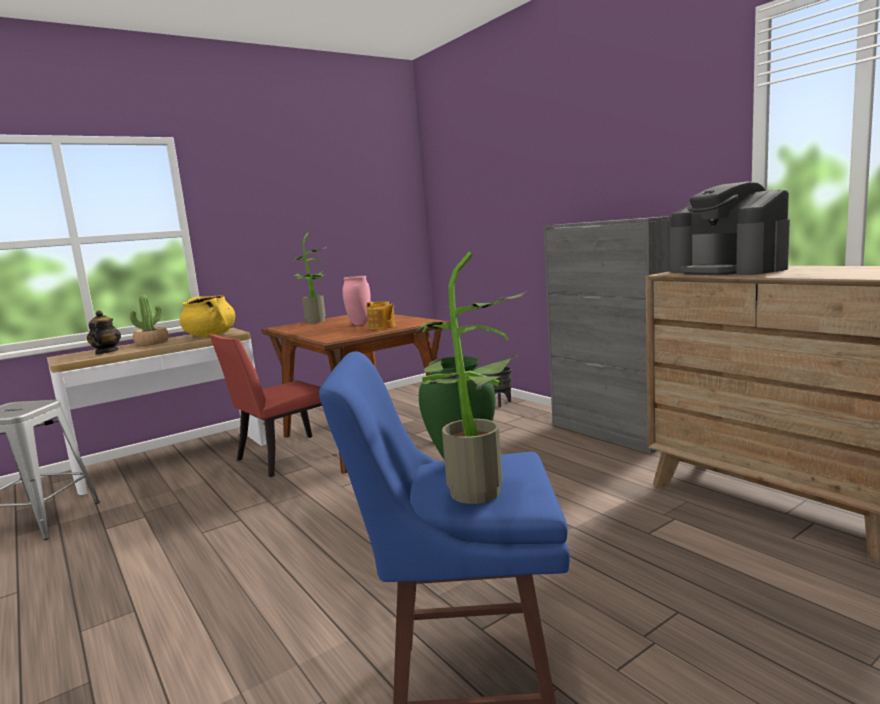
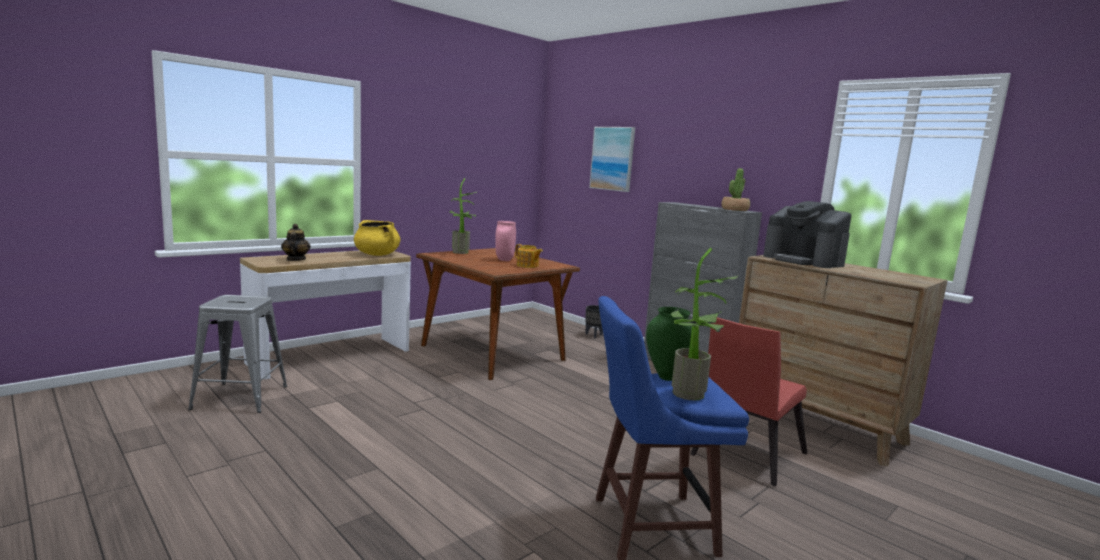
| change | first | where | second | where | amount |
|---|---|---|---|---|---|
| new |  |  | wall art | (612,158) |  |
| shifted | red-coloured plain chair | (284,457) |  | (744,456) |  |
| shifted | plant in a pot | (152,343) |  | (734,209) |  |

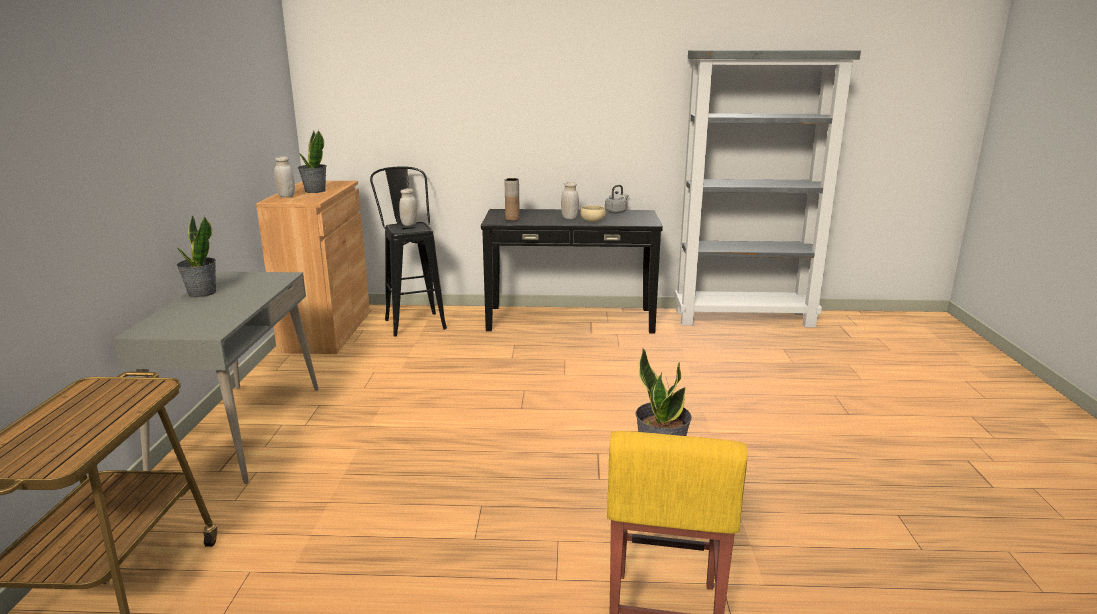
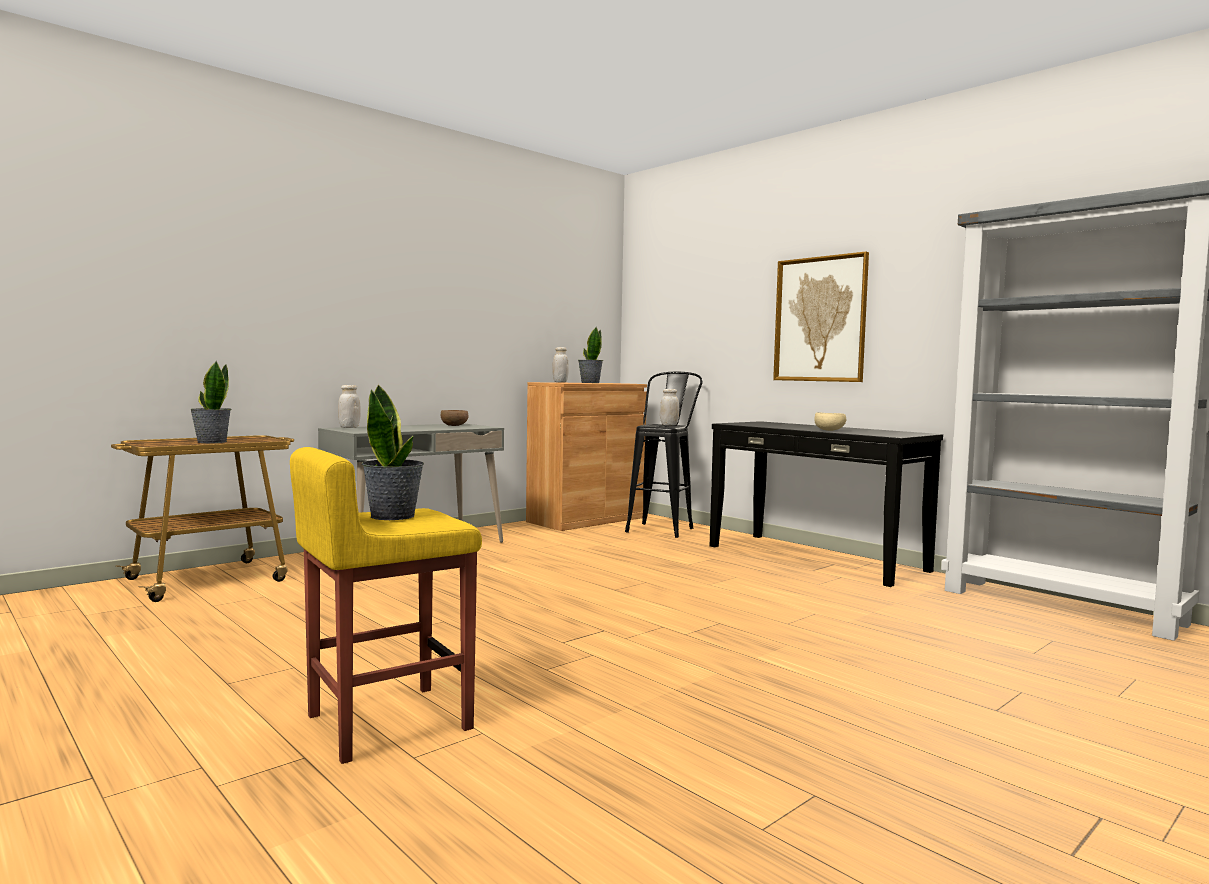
| change | first | where | second | where | amount |
|---|---|---|---|---|---|
| shifted | plant in a pot | (201,293) |  | (211,442) |  |
| shifted | white-coloured preserve jar | (569,218) |  | (349,427) |  |
| new |  |  | brownish serving bowl | (454,425) |  |
| new |  |  | wall art | (820,319) |  |
| gone | brownish flower vase | (512,219) |  |  |  |
| gone | grey kettle | (616,212) |  |  |  |

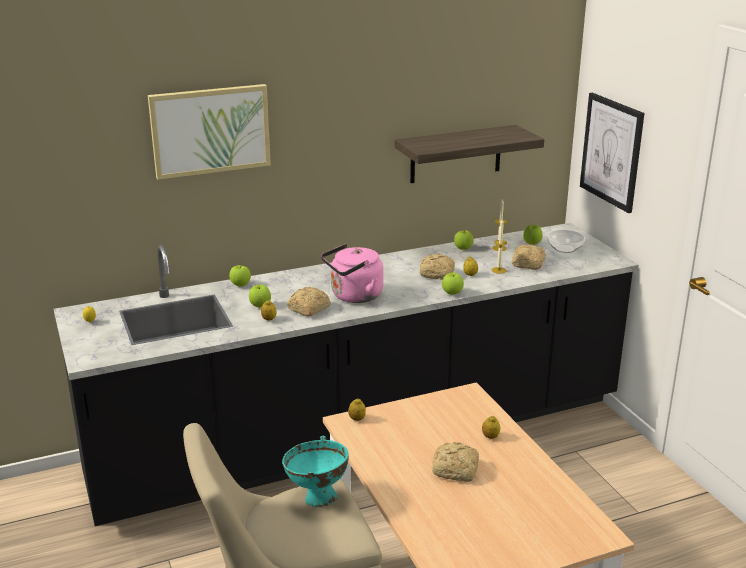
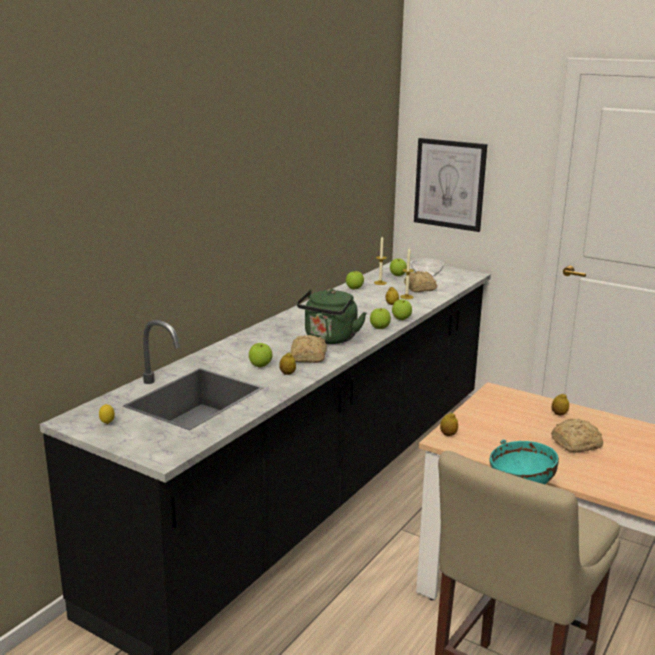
| change | first | where | second | where | amount |
|---|---|---|---|---|---|
| repainted | pink-coloured kettle | (354,296) | greenish kettle | (329,339) |  |
| shifted | apple | (240,285) |  | (379,328) |  |
| gone | wall art | (210,130) |  |  |  |
| gone | shelf | (456,154) |  |  |  |
| gone | baked bread | (438,274) |  |  |  |

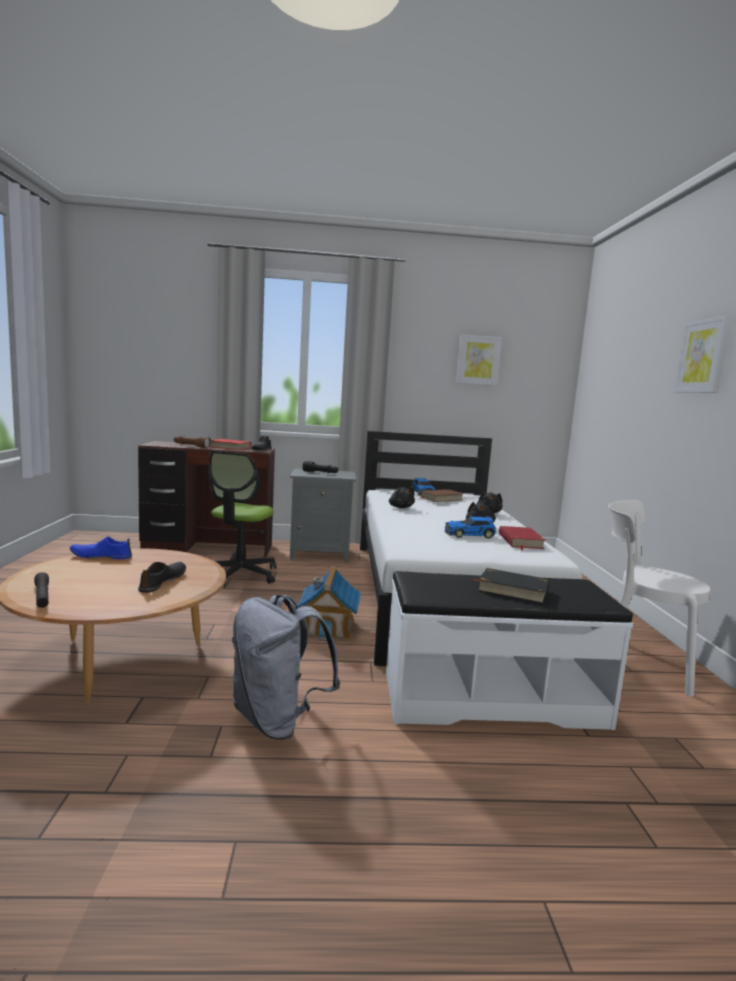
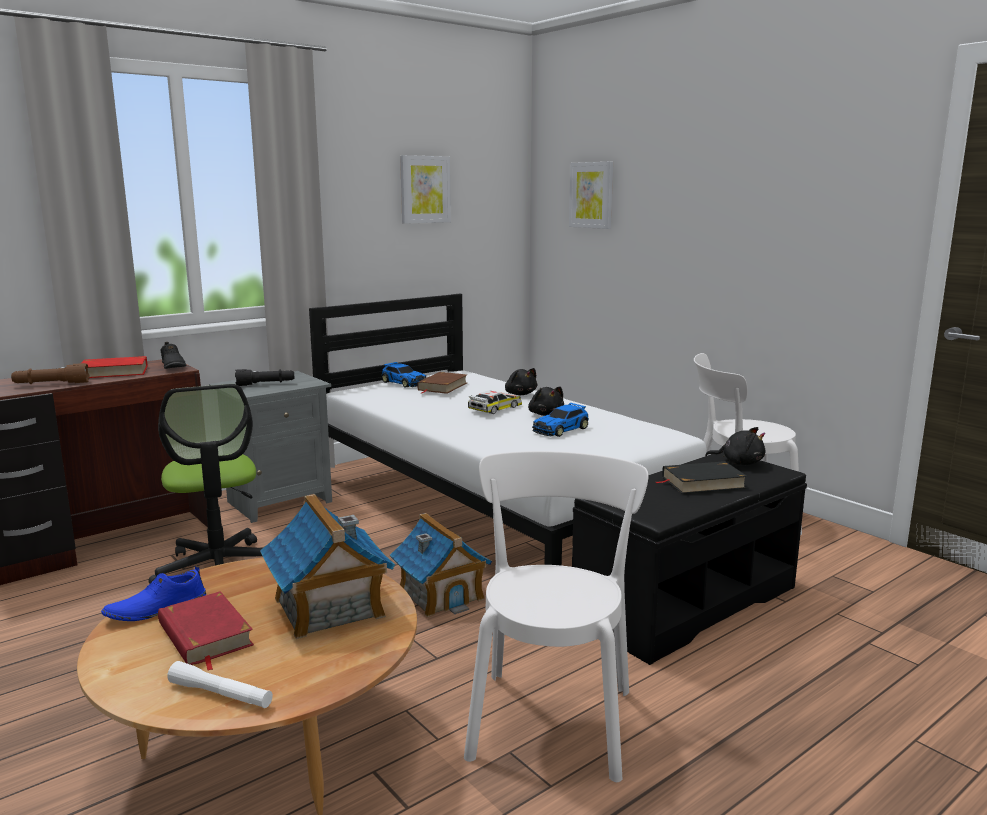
| change | first | where | second | where | amount |
|---|---|---|---|---|---|
| shifted | red-coloured bound book | (520,541) |  | (204,635) |  |
| repainted | black flashlight | (42,596) | white-coloured flashlight | (221,694) |  |
| swapped | black item of footwear | (163,581) | toy house | (328,608) |  |
| swapped | grey backpack | (277,720) | white-coloured plain chair | (552,716) |  |
| new |  |  | miniature car | (495,408) |  |
| shifted | wall art | (703,356) |  | (592,195) |  |
| repainted | white-coloured bench | (492,698) | black bench | (685,602) |  |
| shifted | black plush toy | (400,507) |  | (739,463) |  |

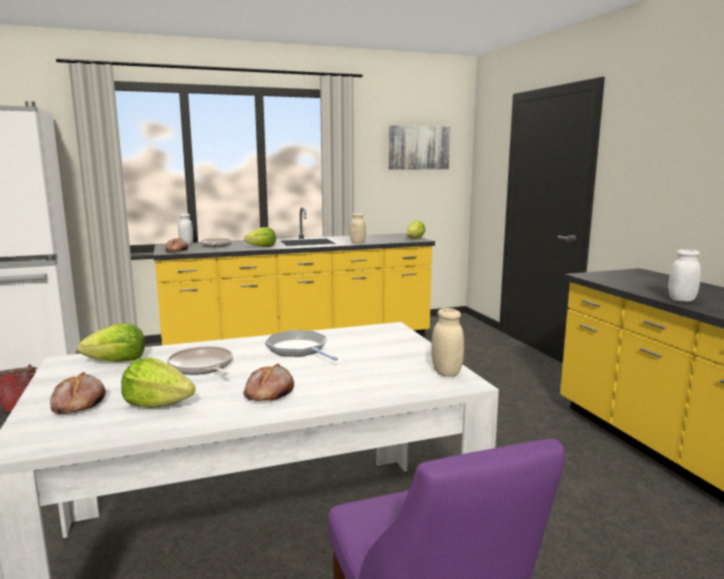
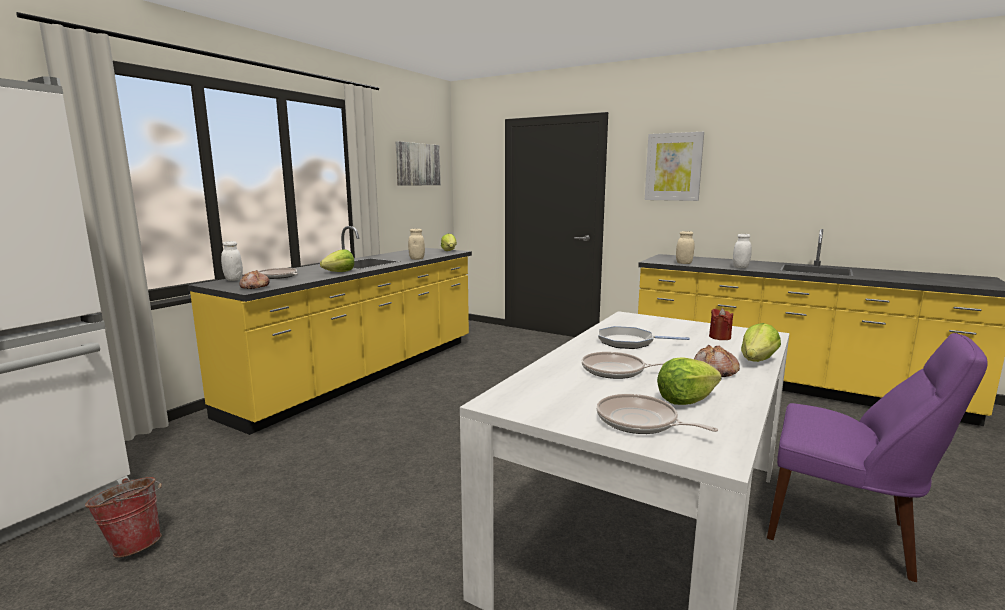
| change | first | where | second | where | amount |
|---|---|---|---|---|---|
| swapped | baked bread | (78,404) | pan | (640,422) |  |
| new |  |  | wall art | (673,167) |  |
| shifted | sand-coloured preserve jar | (446,372) |  | (684,263) |  |
| new |  |  | red-coloured wax light | (719,337) |  |
| shifted | lettuce head | (117,361) |  | (757,361) |  |

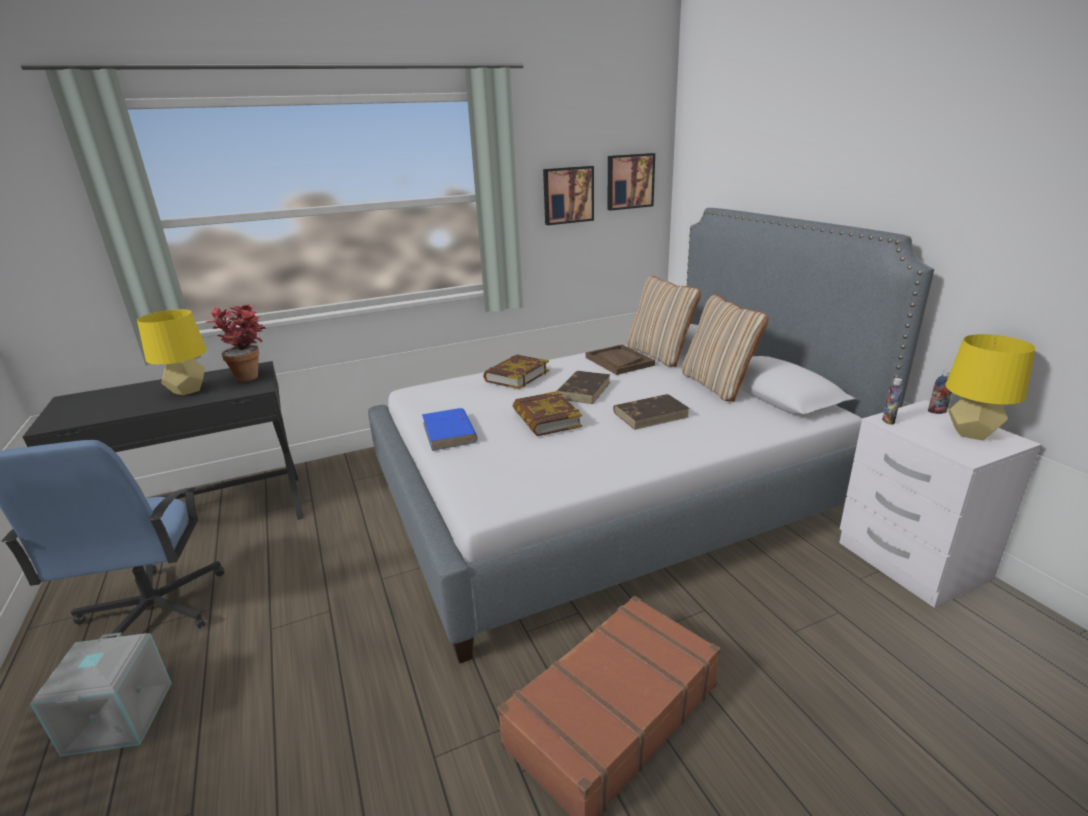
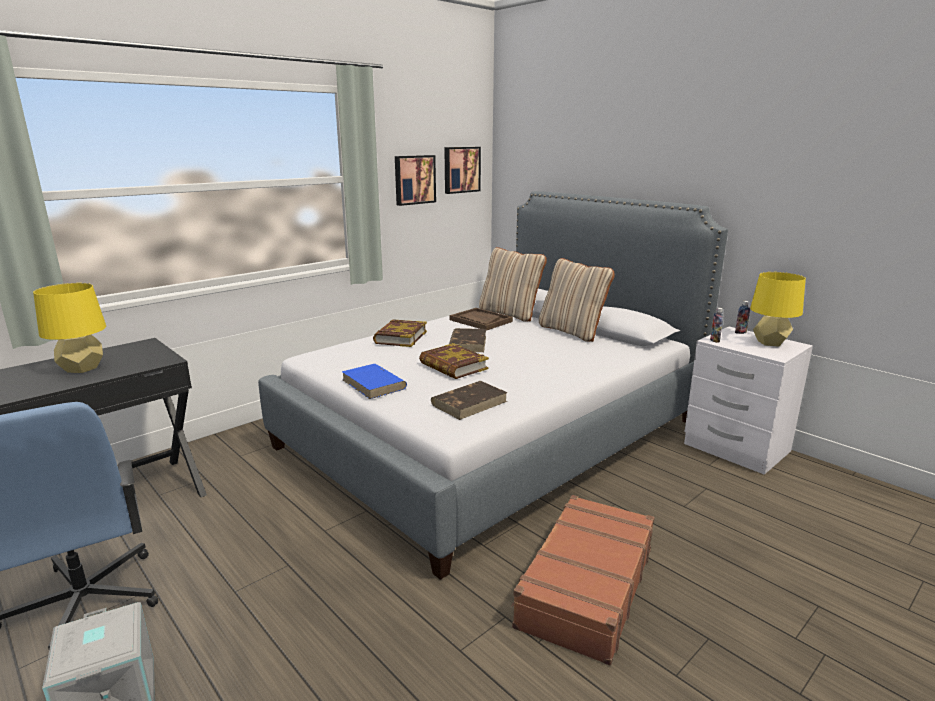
| change | first | where | second | where | amount |
|---|---|---|---|---|---|
| shifted | brownish bound book | (651,414) |  | (469,403) |  |
| gone | plant in a pot | (252,376) |  |  |  |

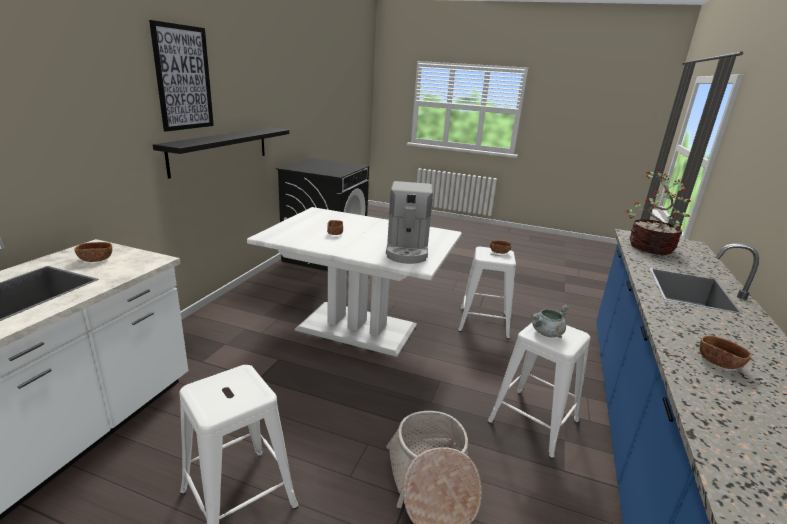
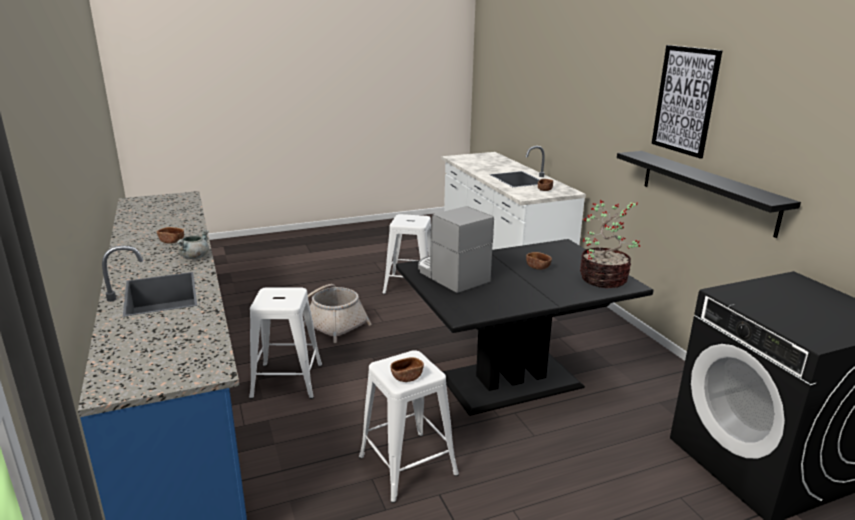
| change | first | where | second | where | amount |
|---|---|---|---|---|---|
| shifted | grey saucepot | (547,333) |  | (194,256) |  |
| repainted | white-coloured dining table | (357,326) | black dining table | (511,381) |  |
| shifted | plant in a pot | (649,247) |  | (604,279) |  |

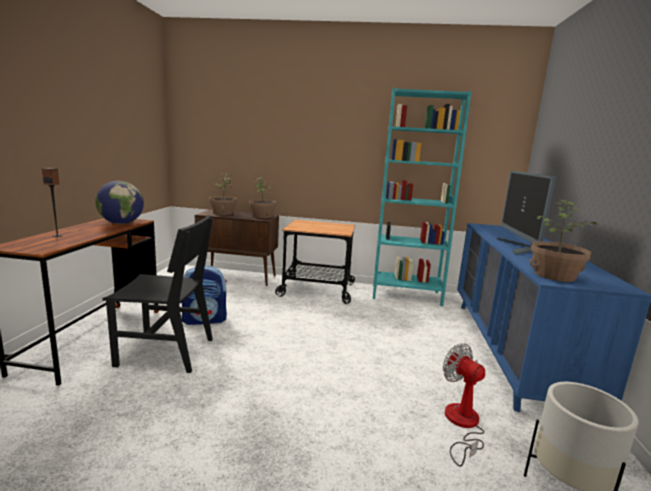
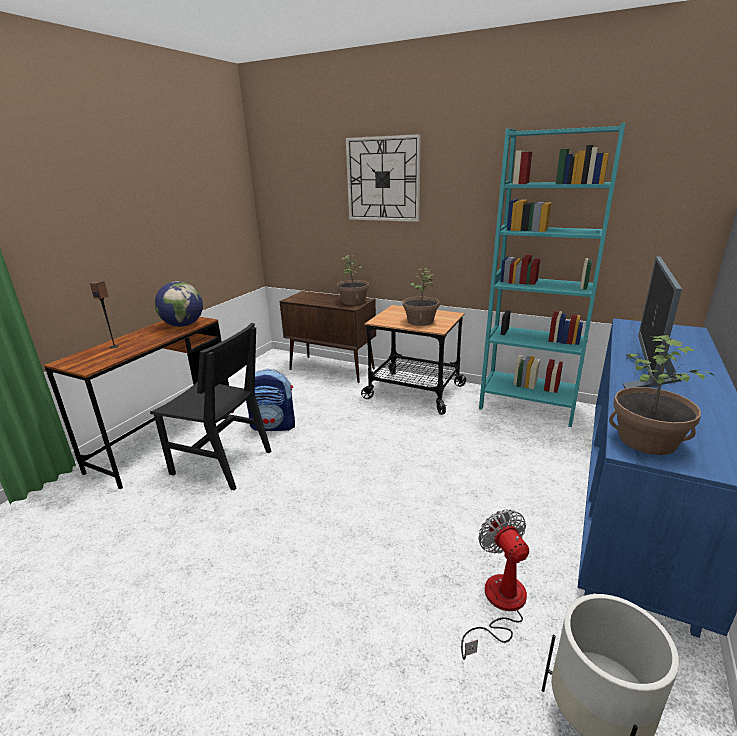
| change | first | where | second | where | amount |
|---|---|---|---|---|---|
| new |  |  | wall clock | (383,179) |  |
| shifted | plant in a pot | (222,213) |  | (420,321) |  |

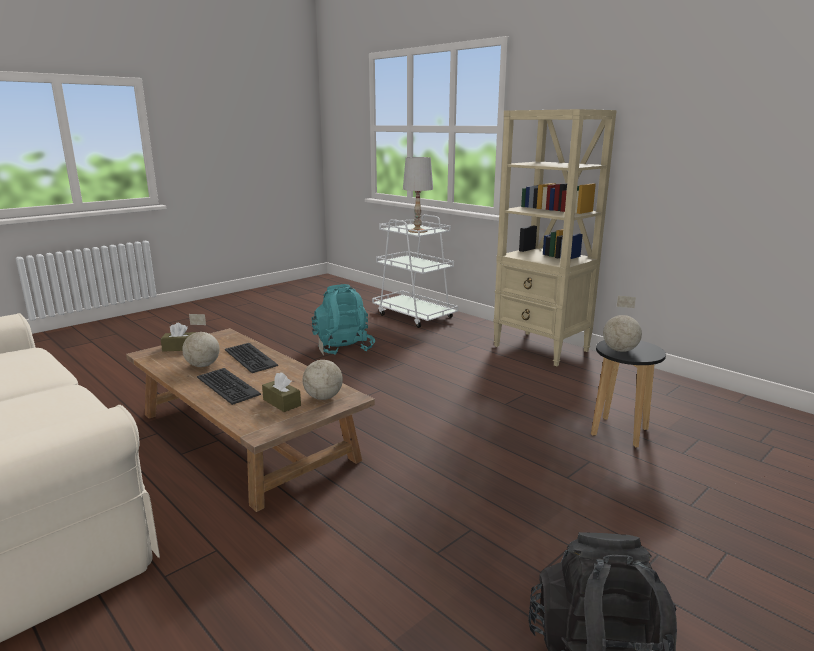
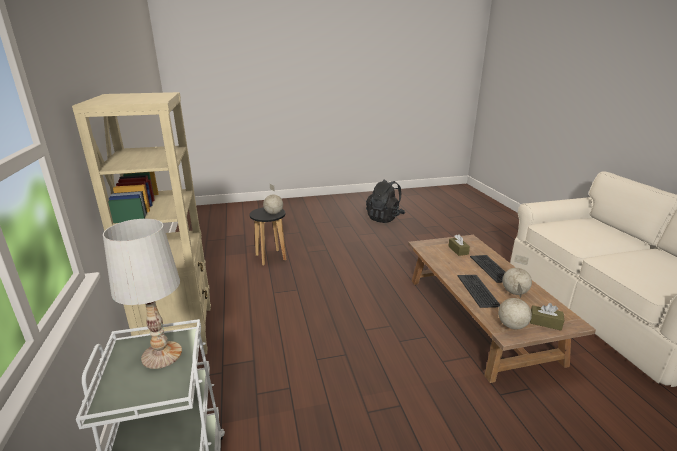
| change | first | where | second | where | amount |
|---|---|---|---|---|---|
| shifted | globe | (323,397) |  | (511,326) |  |
| gone | blue-green backpack | (343,348) |  |  |  |

